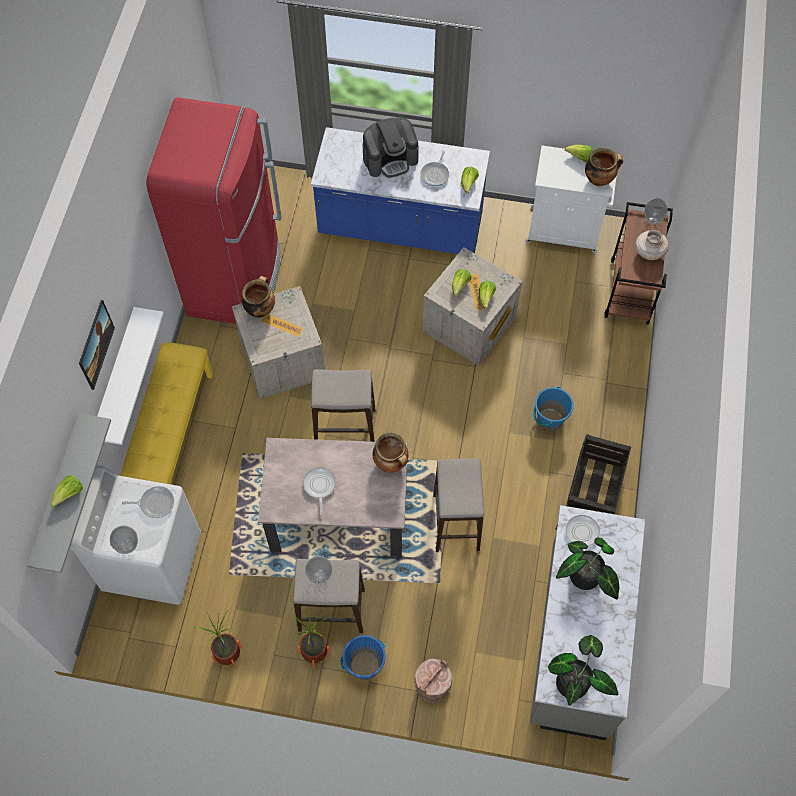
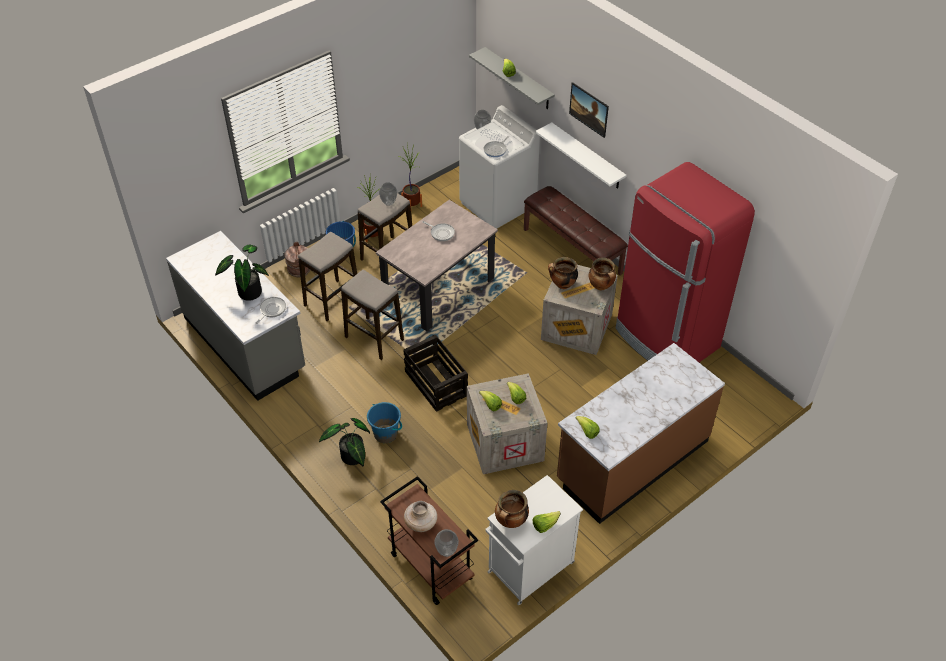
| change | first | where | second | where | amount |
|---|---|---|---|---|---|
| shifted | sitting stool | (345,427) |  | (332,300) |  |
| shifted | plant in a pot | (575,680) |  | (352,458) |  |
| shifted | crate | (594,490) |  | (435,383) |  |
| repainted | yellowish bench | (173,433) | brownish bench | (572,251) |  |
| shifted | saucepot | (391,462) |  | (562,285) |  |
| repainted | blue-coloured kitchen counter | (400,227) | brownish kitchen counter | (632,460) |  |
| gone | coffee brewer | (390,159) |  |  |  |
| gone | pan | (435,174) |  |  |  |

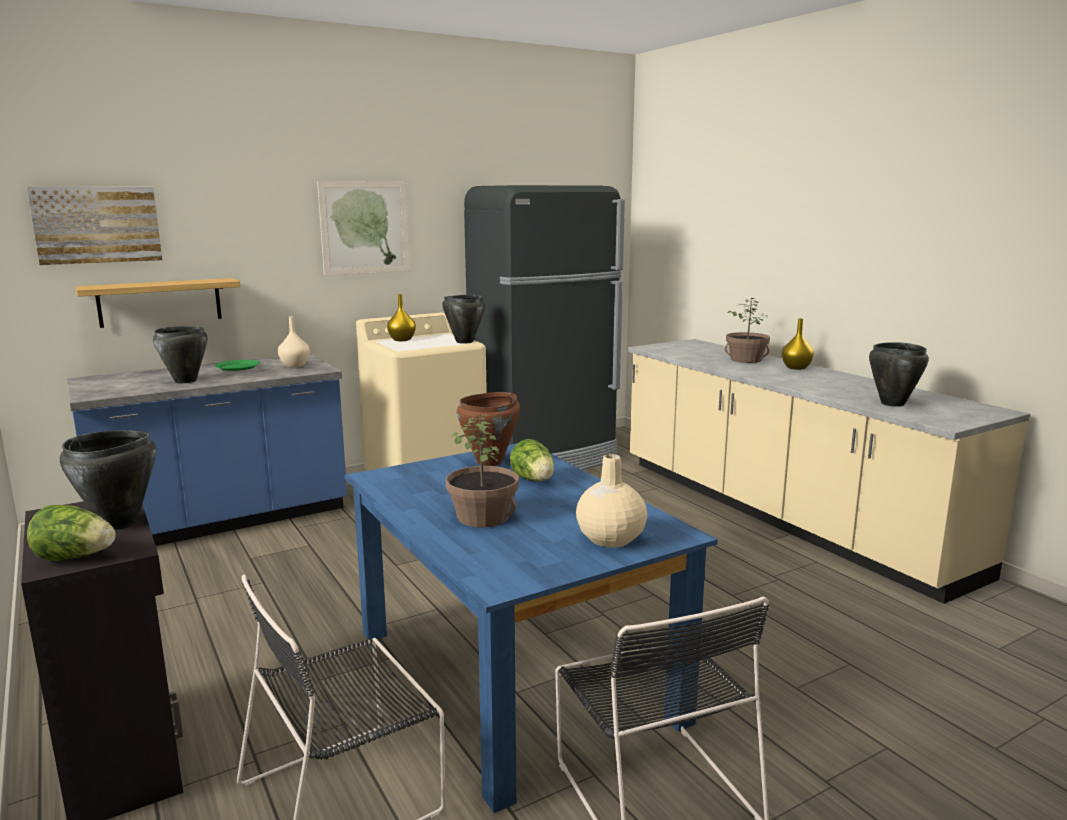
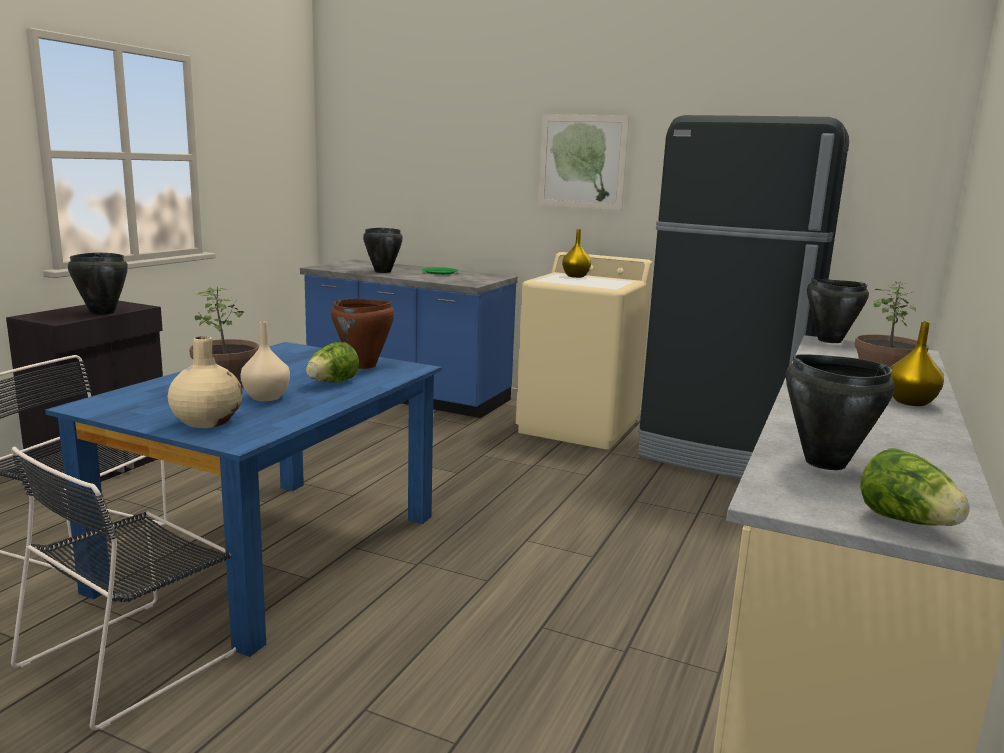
| change | first | where | second | where | amount |
|---|---|---|---|---|---|
| shifted | sand-coloured flower vase | (295,365) |  | (267,397) |  |
| shifted | black saucepot | (464,342) |  | (829,340) |  |
| shifted | lettuce head | (75,557) |  | (906,521) |  |
| gone | wall art | (97,224) |  |  |  |
| gone | shelf | (160,302) |  |  |  |

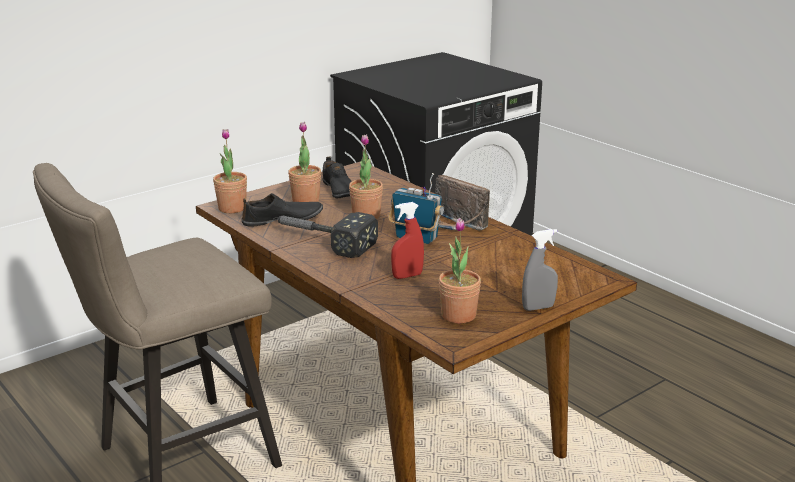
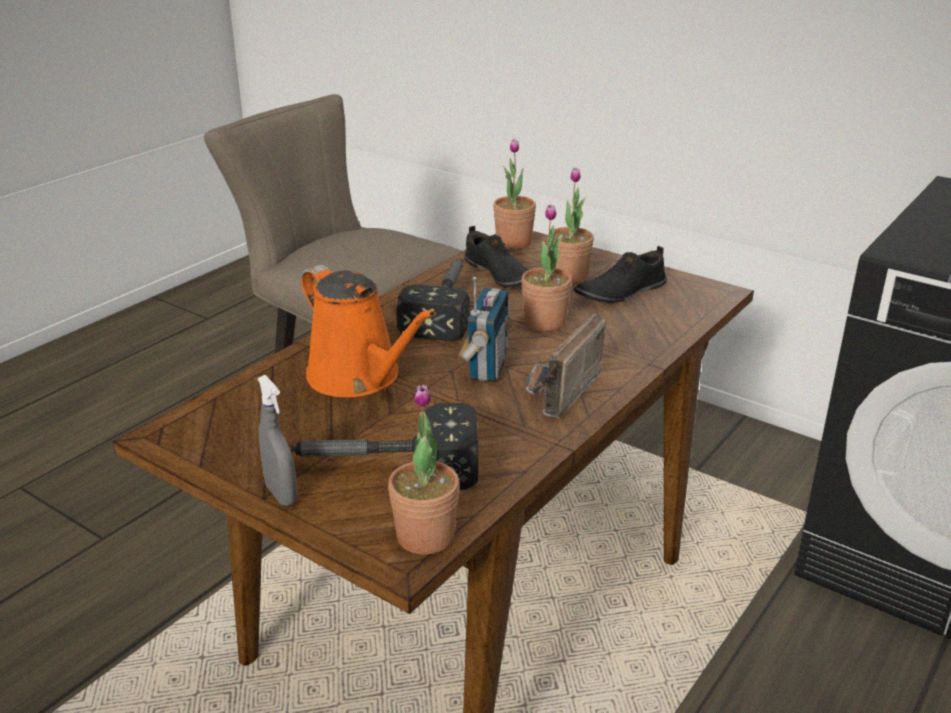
| change | first | where | second | where | amount |
|---|---|---|---|---|---|
| new |  |  | tool hammer | (382,468) |  |
| swapped | red-coloured spray bottle | (407,276) | orange-coloured sprinkling can | (359,377) |  |
| shifted | plant in a pot | (458,315) |  | (425,536) |  |

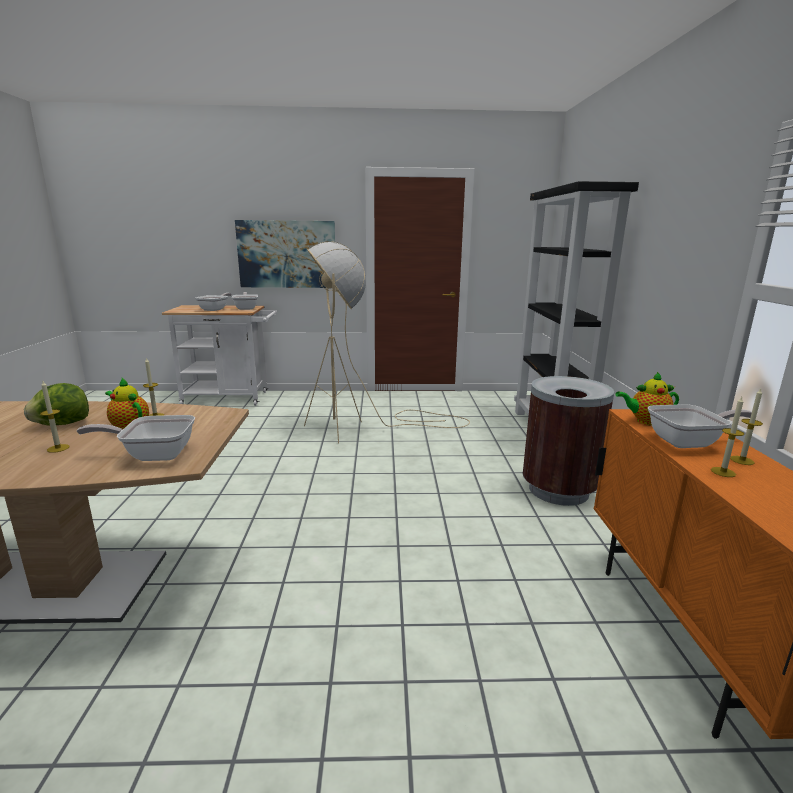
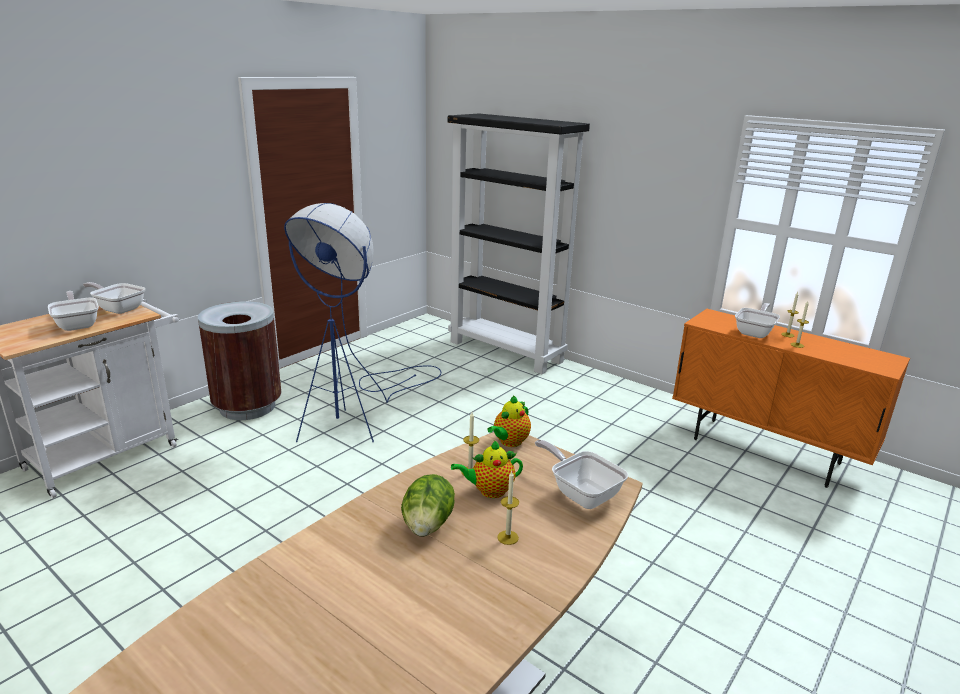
| change | first | where | second | where | amount |
|---|---|---|---|---|---|
| shifted | brownish trash can | (558,490) |  | (248,407) |  |
| repainted | sand-coloured standing lamp | (362,427) | blue-coloured standing lamp | (358,416) |  |
| shifted | tea pot | (646,421) |  | (509,442) |  |
| rotated | pan | (153,454) |  | (581,493) | 105 degrees clockwise |
| gone | wall art | (287,254) |  |  |  |

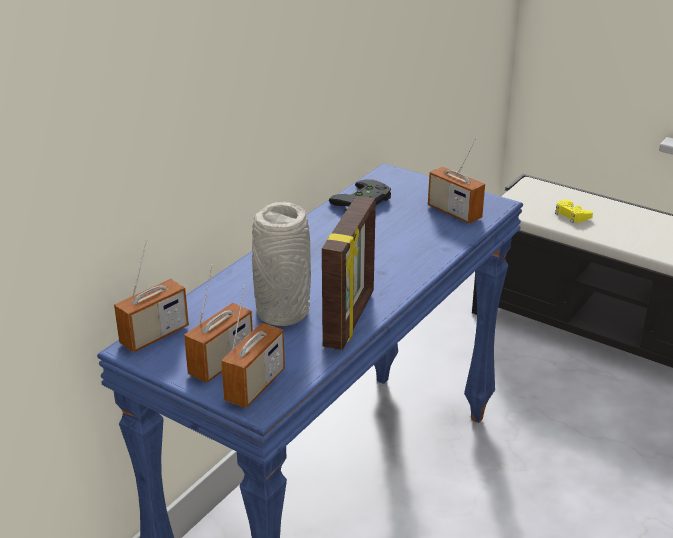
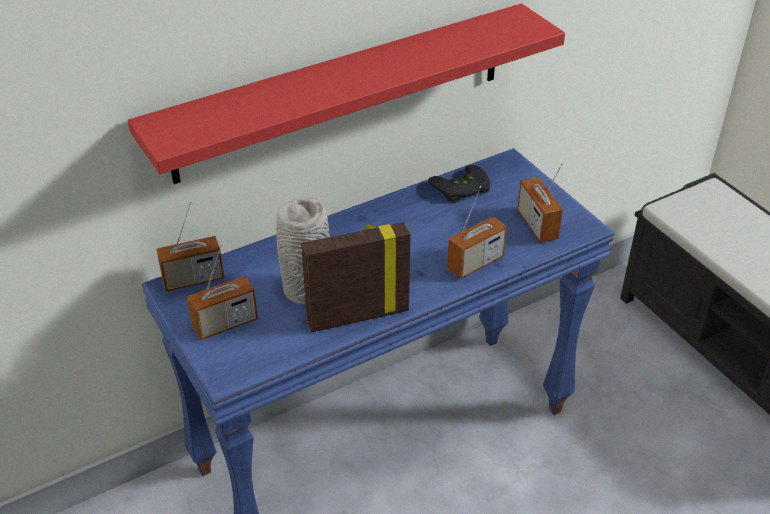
| change | first | where | second | where | amount |
|---|---|---|---|---|---|
| new |  |  | red-coloured shelf | (342,92) |  |
| rotated | standing frame | (350,319) |  | (357,315) | 150 degrees counterclockwise |
| shifted | radio set | (255,385) |  | (475,263) |  |
| gone | yellowish gamepad | (571,215) |  |  |  |

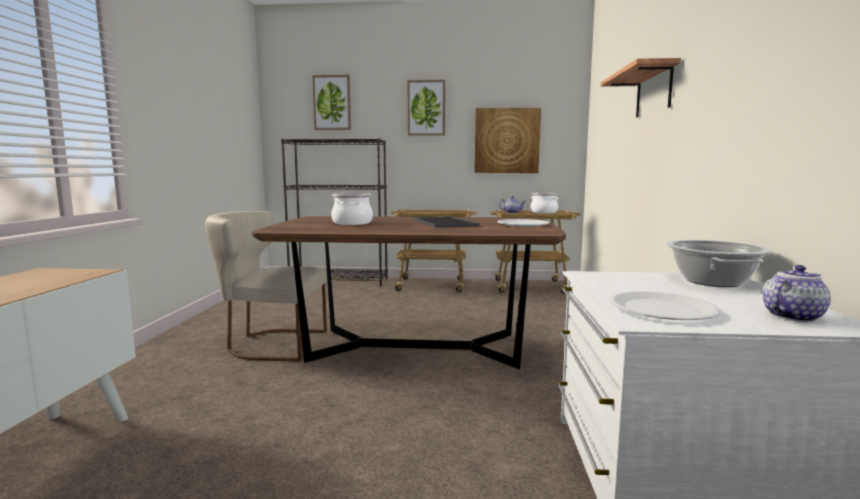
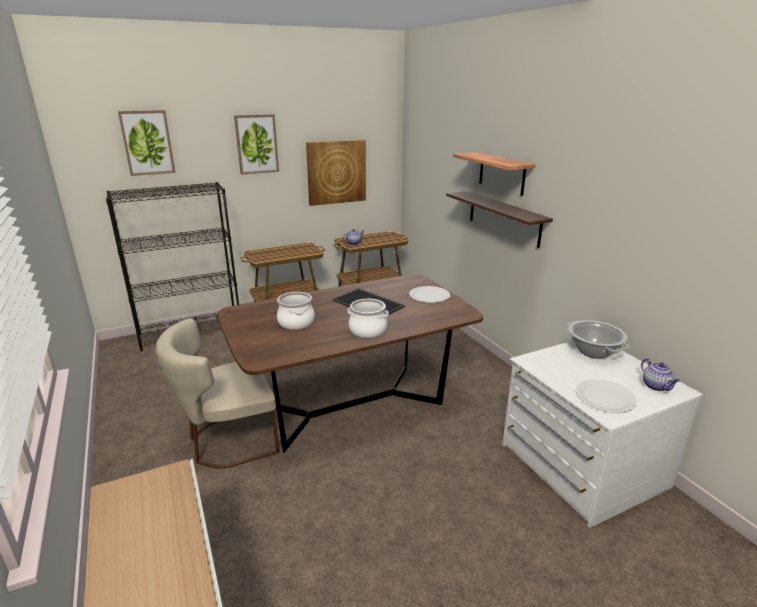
| change | first | where | second | where | amount |
|---|---|---|---|---|---|
| shifted | saucepot | (543,212) |  | (367,330) |  |
| new |  |  | shelf | (503,218) |  |
| rotated | tea pot | (792,316) |  | (656,386) | 135 degrees clockwise |

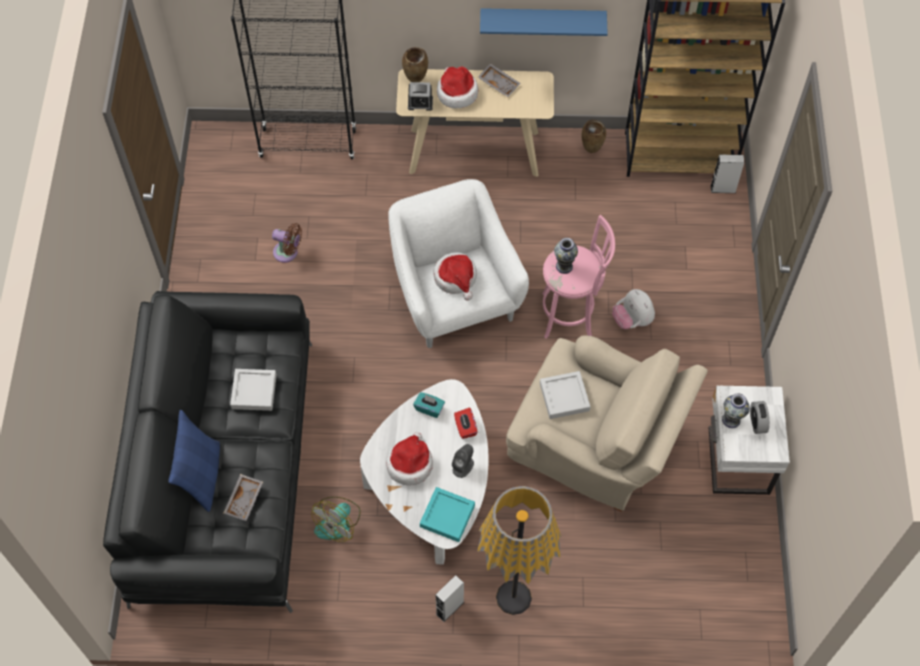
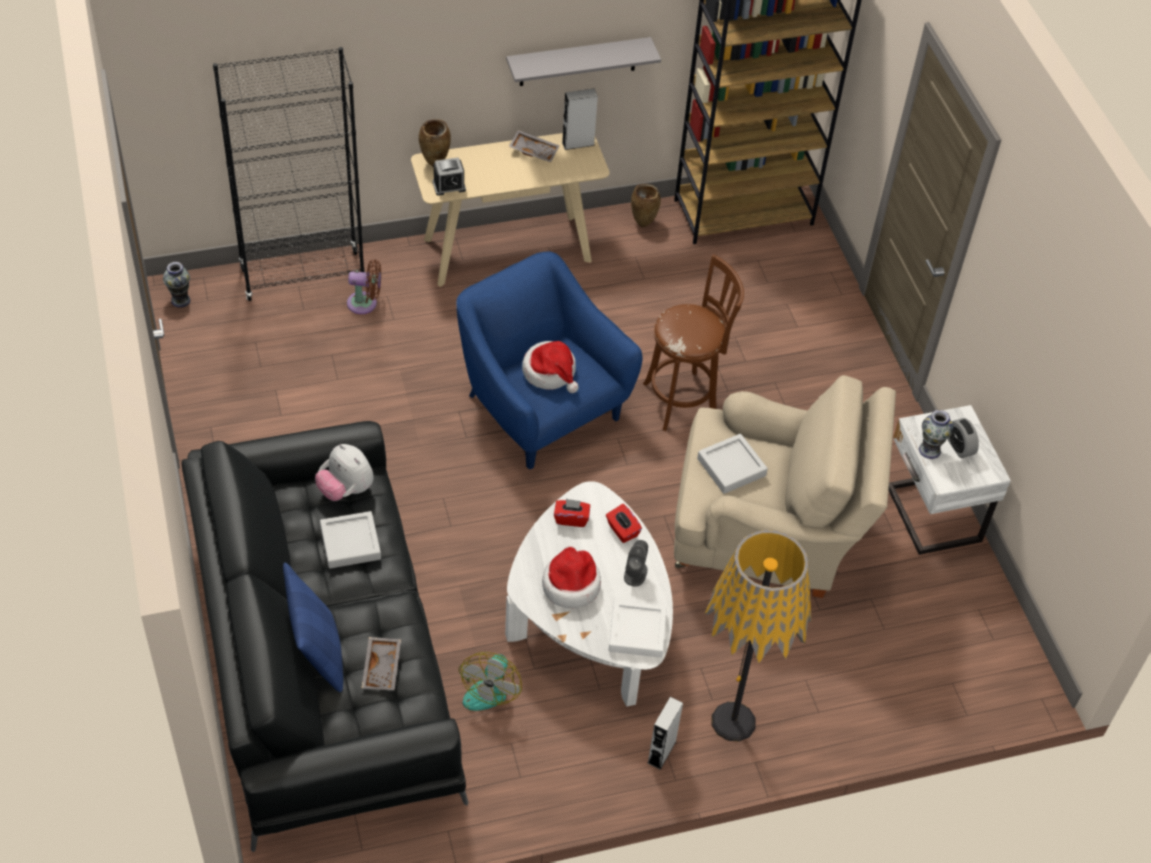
| change | first | where | second | where | amount |
|---|---|---|---|---|---|
| shifted | flower vase | (564,266) |  | (181,300) |  |
| shifted | plush toy | (632,320) |  | (346,490) |  |
| shifted | brownish fan | (288,253) |  | (365,303) |  |
| repainted | white-coloured lounge chair | (454,296) | blue-coloured lounge chair | (540,407) |  |
| repainted | blue-coloured shelf | (542,20) | grey shelf | (578,62) |  |
| repainted | blue-green tissue holder | (429,408) | red-coloured tissue holder | (571,519) |  |
| shifted | grey speaker | (723,189) |  | (578,143) |  |
| repainted | blue-green serving tray | (447,516) | white-coloured serving tray | (637,632) |  |
| repainted | pink-coloured sitting stool | (570,315) | brownish sitting stool | (684,400) |  |
| gone | clothing hat | (456,93) |  |  |  |

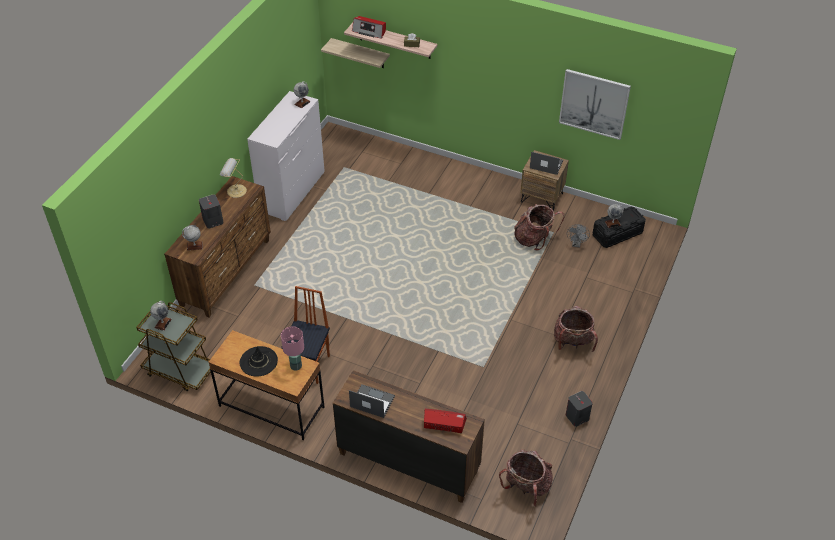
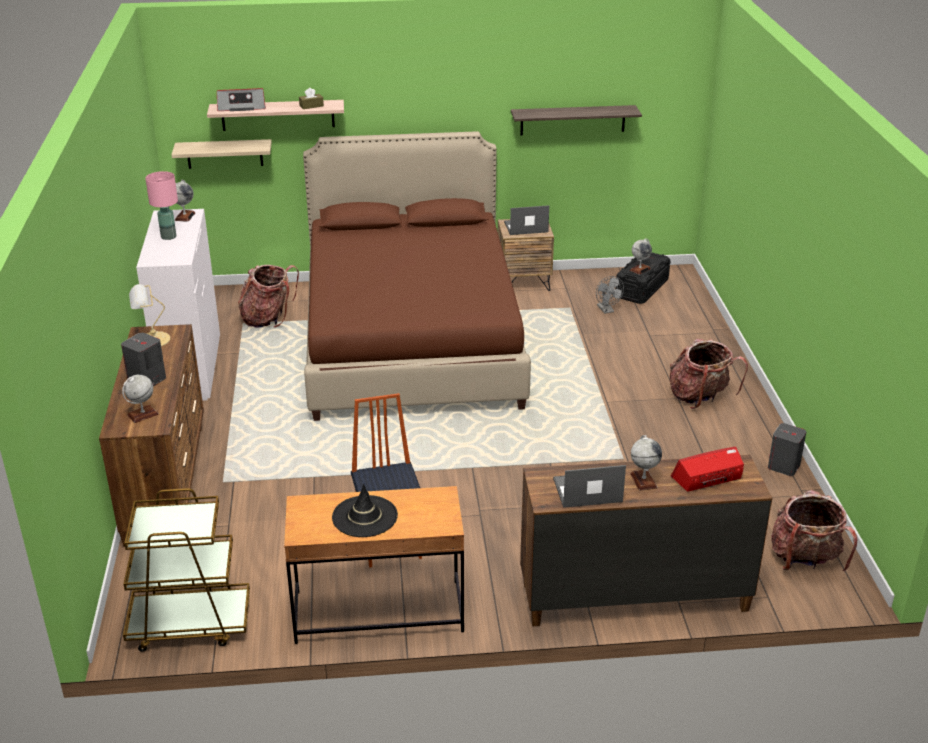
| change | first | where | second | where | amount |
|---|---|---|---|---|---|
| shifted | pink-coloured lamp for a table | (296,366) |  | (169,236) |  |
| shifted | backpack | (534,239) |  | (268,318) |  |
| new |  |  | brownish bedroom bed | (411,341) |  |
| swapped | wall art | (594,104) | shelf | (572,120) |  |
| shifted | globe | (163,323) |  | (643,480) |  |

